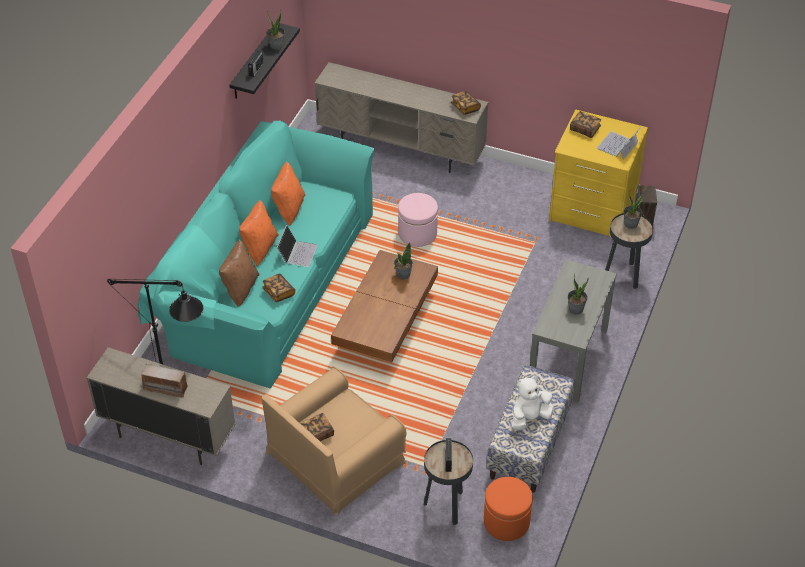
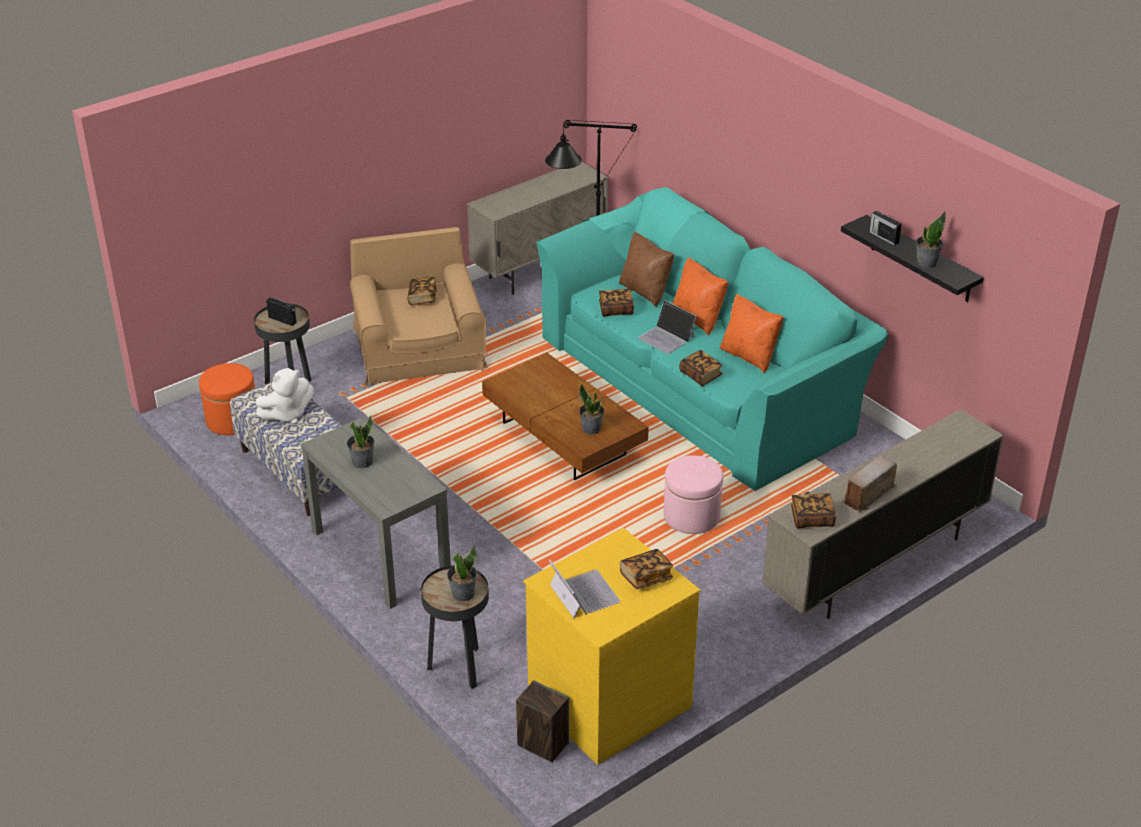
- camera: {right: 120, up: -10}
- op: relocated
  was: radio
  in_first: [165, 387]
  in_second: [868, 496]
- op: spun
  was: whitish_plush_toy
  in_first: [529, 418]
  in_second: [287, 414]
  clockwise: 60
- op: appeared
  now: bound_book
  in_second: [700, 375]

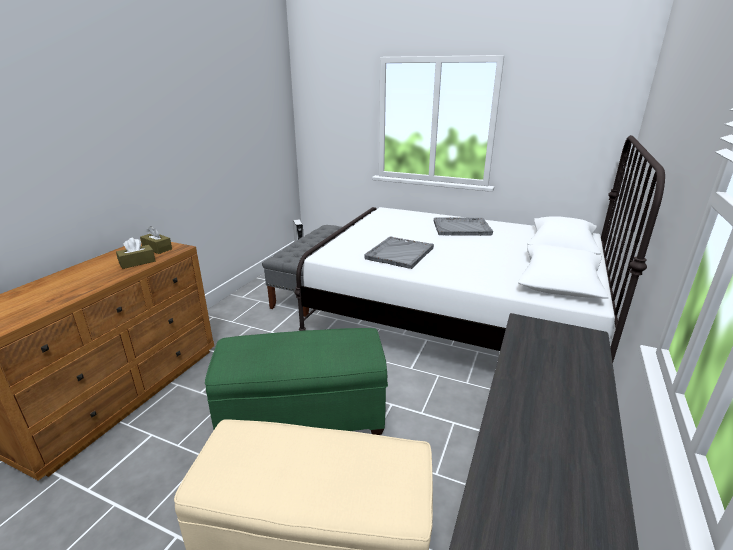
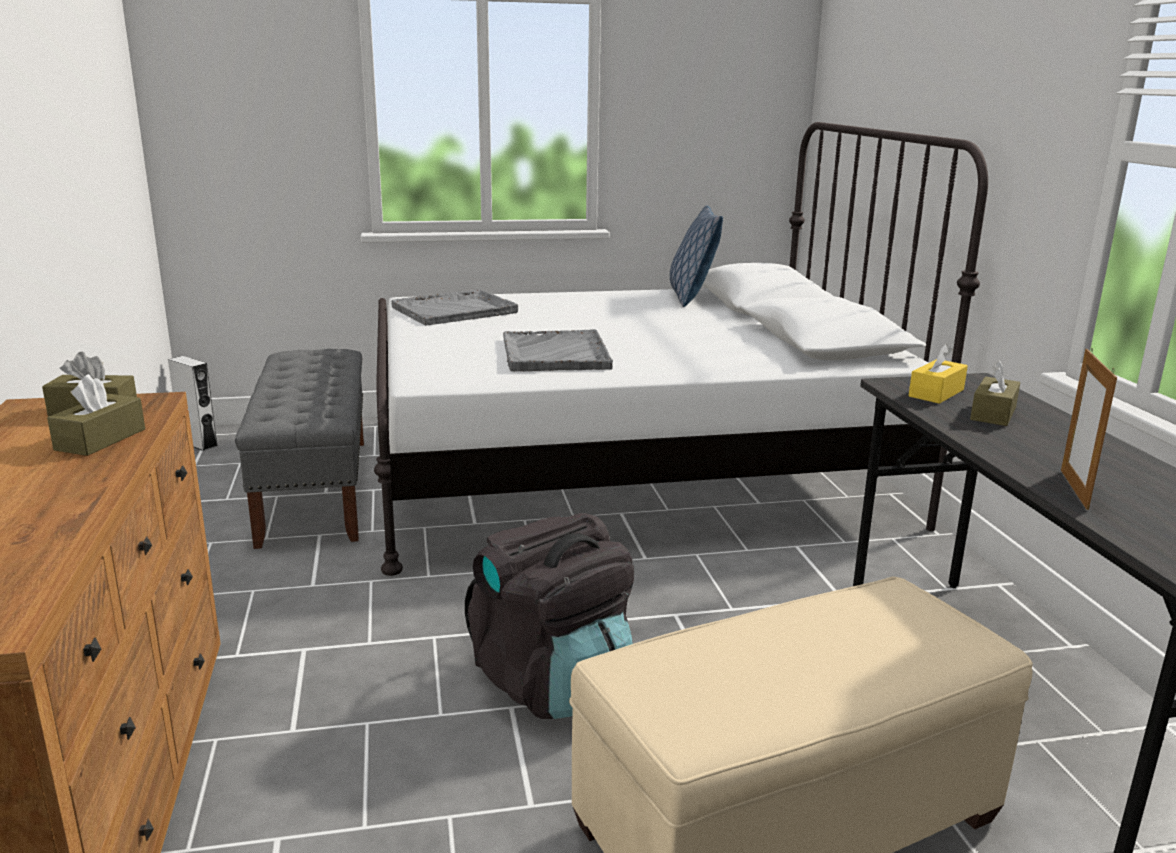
- camera: {right: -35, up: -5}
- op: relocated
  was: gray_tray
  in_first: [462, 228]
  in_second: [455, 310]
- op: exchanged
  was: green_pouffe
  now: black_backpack
  in_first: [304, 415]
  in_second: [553, 682]
- op: appeared
  now: throw_pillow
  in_second: [691, 297]
- op: appeared
  now: yellowish_box_of_tissues
  in_second: [936, 393]
- op: appeared
  now: standing_frame
  in_second: [1074, 489]
- op: appeared
  now: brown-coloured_box_of_tissues
  in_second: [993, 413]

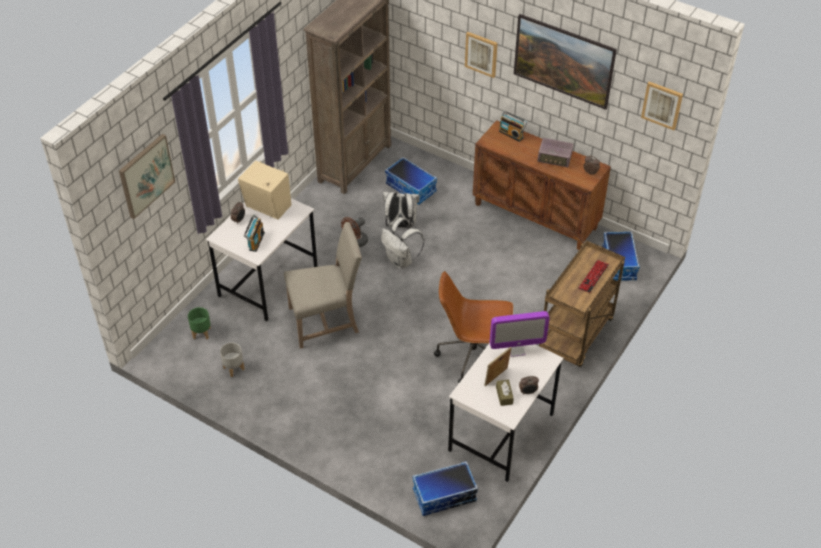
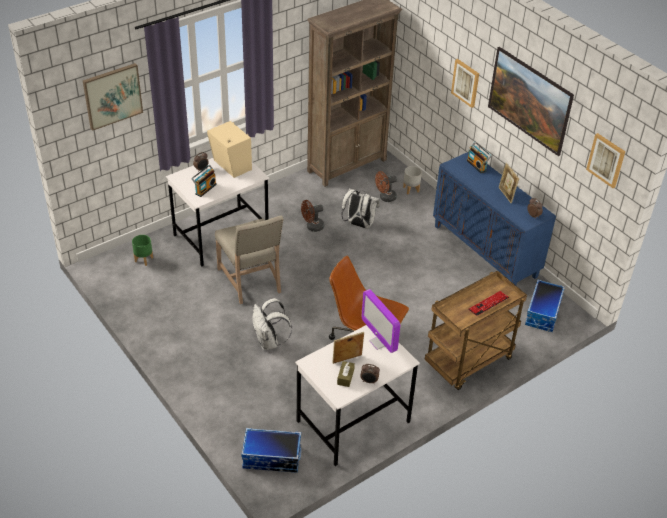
- camera: {right: 20, up: -5}
- op: colour
  was: brown-coloured_cabinet
  now: blue_cabinet
  in_first: [536, 216]
  in_second: [486, 251]
- op: exchanged
  was: radio
  now: standing_frame
  in_first: [554, 158]
  in_second: [506, 195]
- op: exchanged
  was: storage_bin
  now: brown-coloured_electric_fan
  in_first: [411, 188]
  in_second: [385, 198]
- op: relocated
  was: whitish_backpack
  in_first: [401, 261]
  in_second: [269, 342]
- op: spun
  was: sand-coloured_plain_chair
  in_first: [326, 321]
  in_second: [251, 281]
  clockwise: 60
- op: spun
  was: computer_screen
  in_first: [516, 349]
  in_second: [379, 342]
  clockwise: 45
- op: relocated
  was: gray_plant_pot
  in_first: [234, 368]
  in_second: [411, 189]

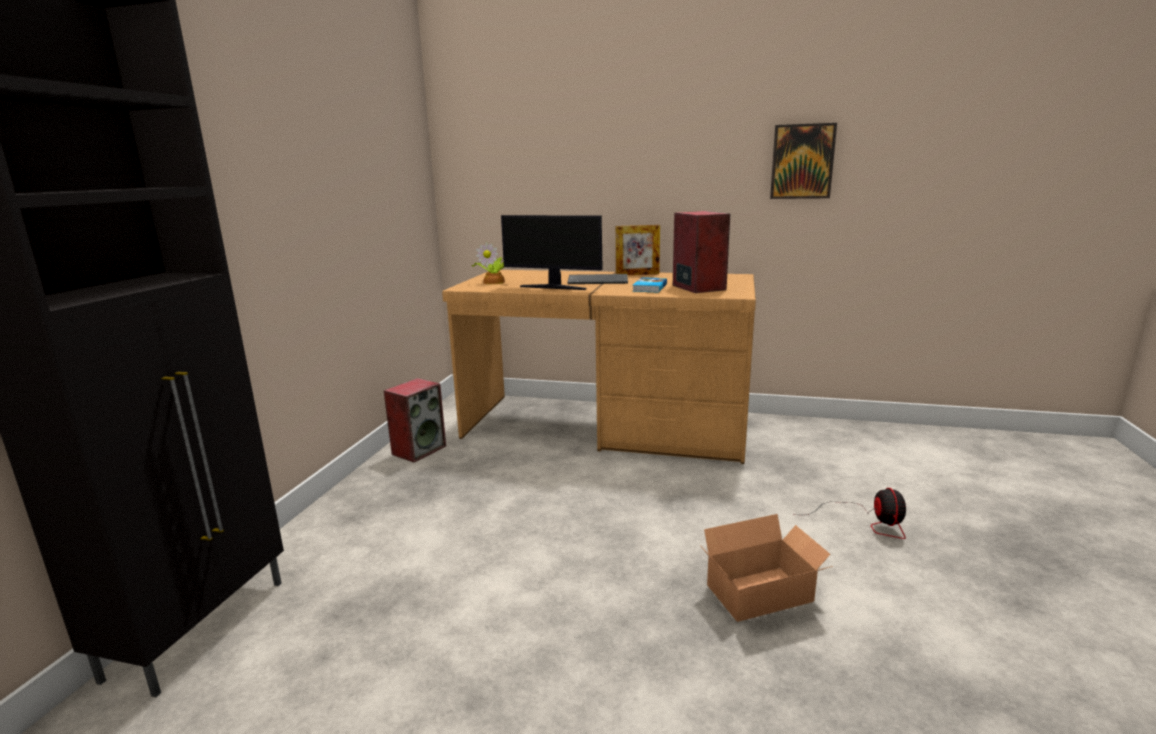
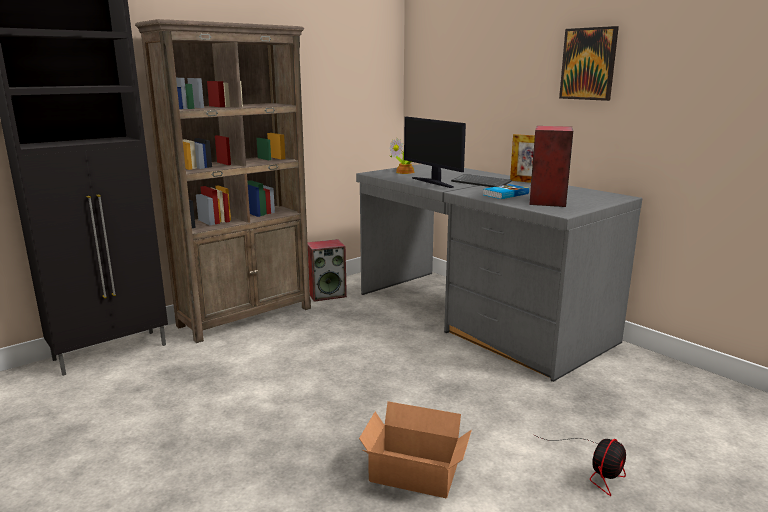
- camera: {right: 35, up: 0}
- op: relocated
  was: wall_art
  in_first: [802, 161]
  in_second: [588, 64]
- op: colour
  was: brown-coloured_desk
  now: gray_desk
  in_first: [605, 427]
  in_second: [477, 317]
- op: appeared
  now: brown-coloured_bookshelf
  in_second: [246, 316]

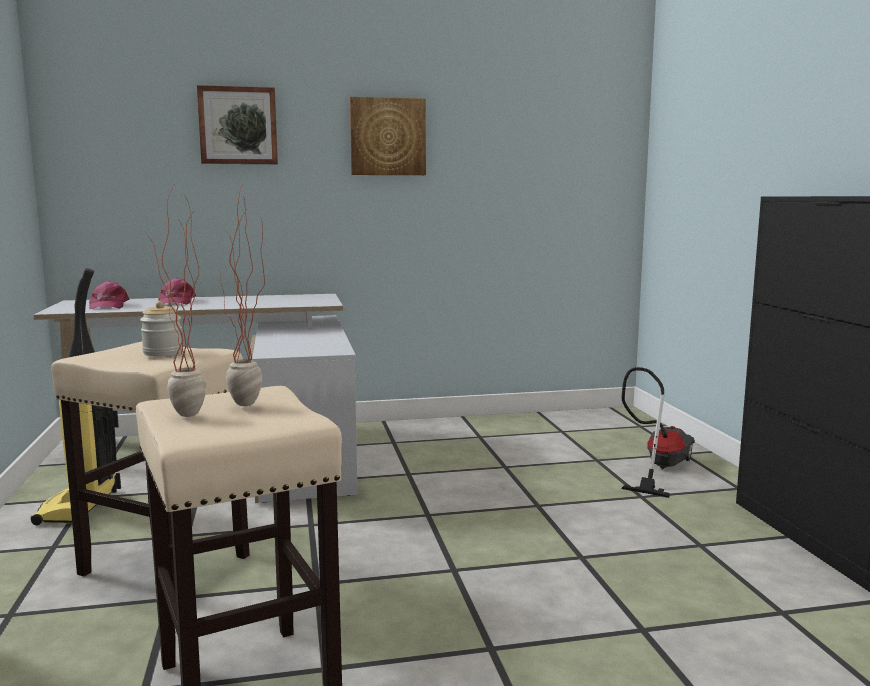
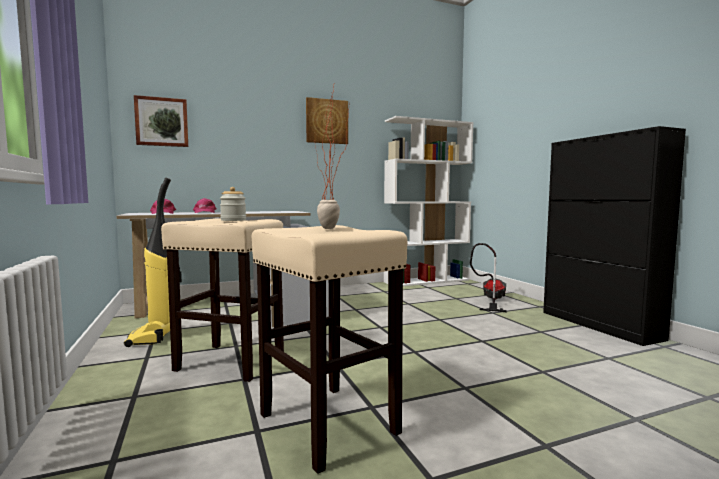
- camera: {right: -10, up: -5}
- op: relocated
  was: wall_art
  in_first: [238, 126]
  in_second: [162, 122]
- op: missing
  was: houseplant
  in_first: [184, 418]
- op: appeared
  now: whitish_bookshelf
  in_second: [426, 281]

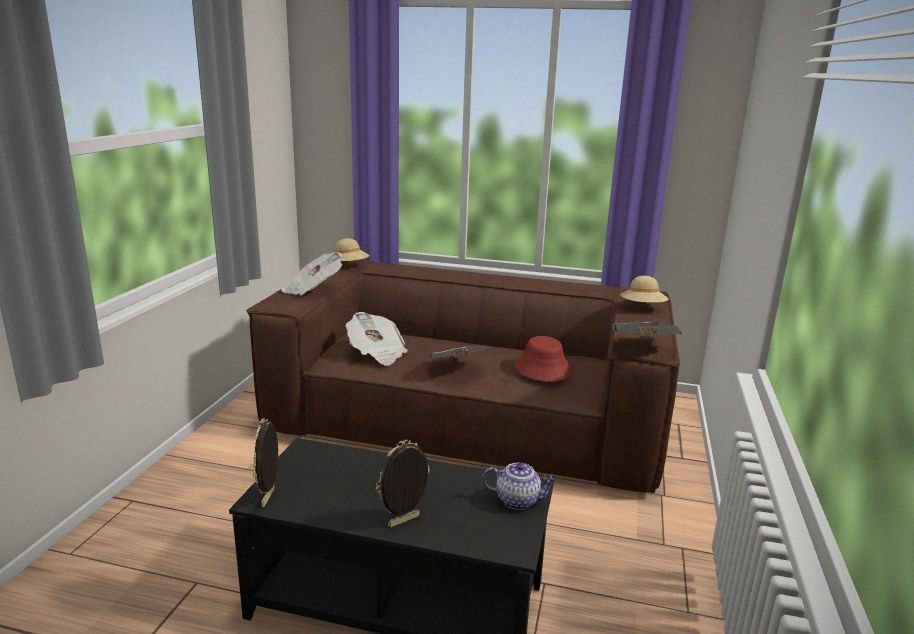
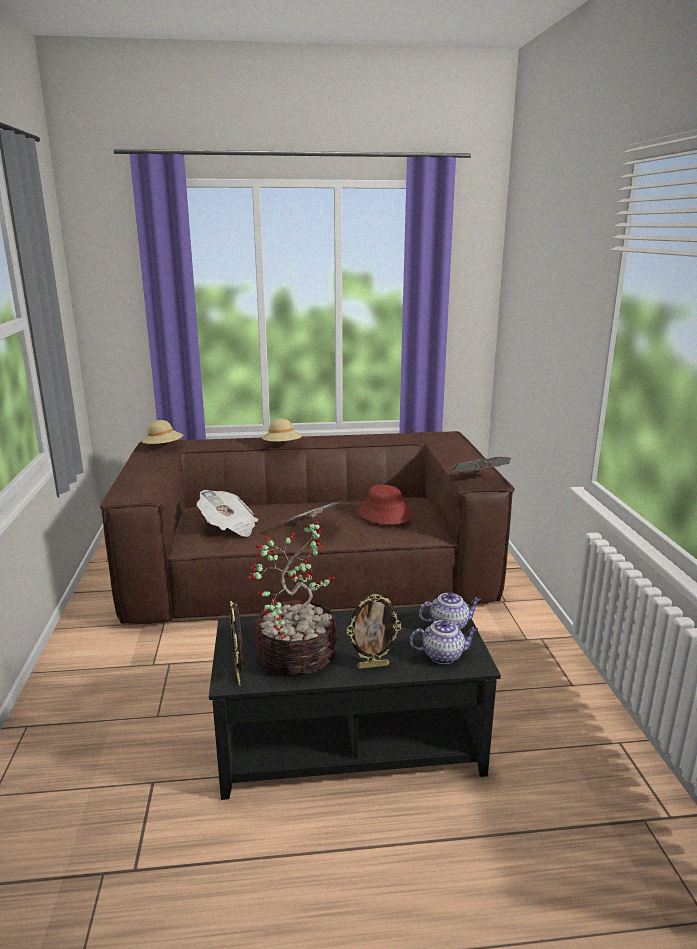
- camera: {right: -20, up: 0}
- op: missing
  was: printed_paper
  in_first: [312, 289]
- op: relocated
  was: sand-coloured_clothing_hat
  in_first: [642, 308]
  in_second: [282, 446]
- op: spun
  was: standing_frame
  in_first: [404, 522]
  in_second: [373, 665]
  clockwise: -135
- op: appeared
  now: houseplant
  in_second: [298, 654]
- op: appeared
  now: pot_for_tea
  in_second: [443, 655]

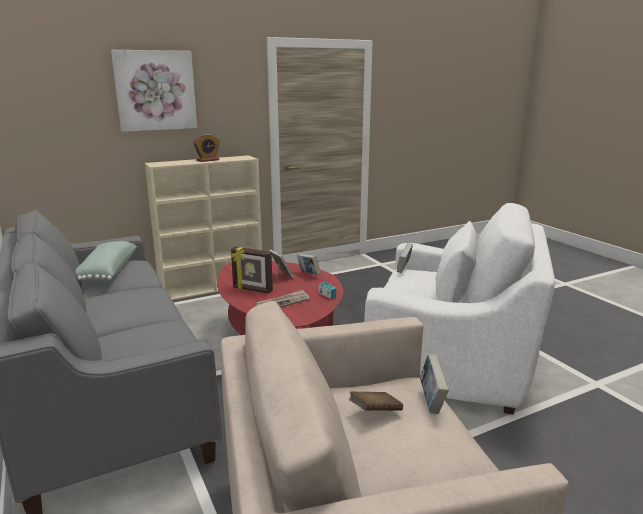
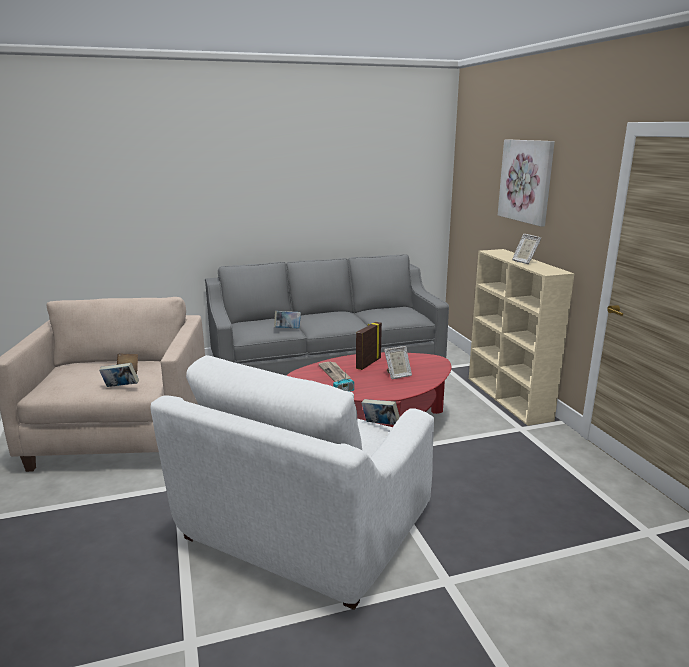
- camera: {right: 100, up: 0}
- op: exchanged
  was: alarm_clock
  now: standing_frame
  in_first: [208, 160]
  in_second: [524, 262]
- op: missing
  was: green_throw_pillow
  in_first: [106, 272]
- op: relocated
  was: bound_book
  in_first: [308, 274]
  in_second: [287, 329]

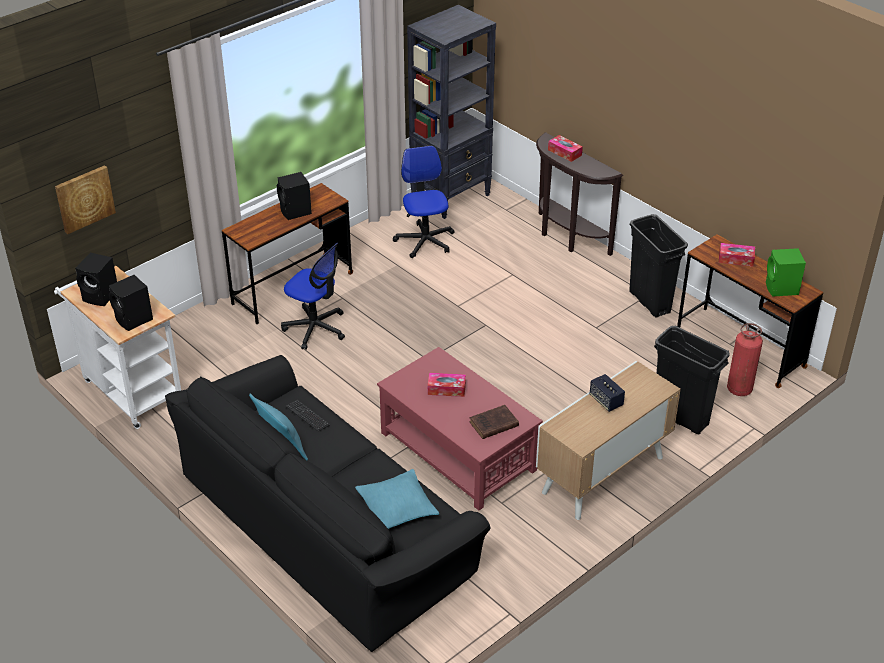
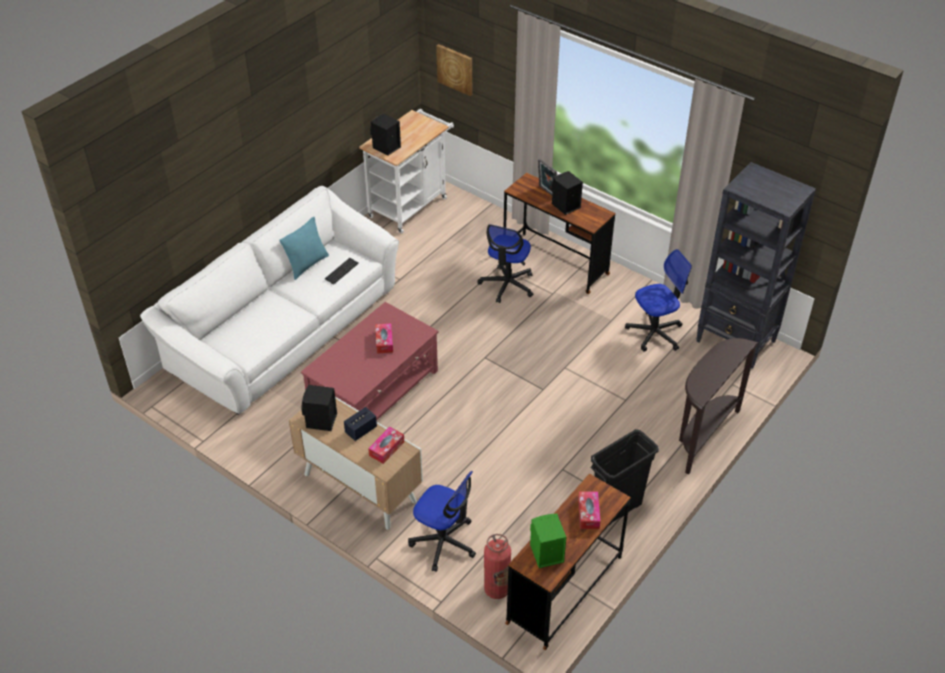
- camera: {right: 80, up: 5}
- op: relocated
  was: box_of_tissues
  in_first: [564, 152]
  in_second: [386, 448]
- op: relocated
  was: black_audio_speaker
  in_first: [101, 296]
  in_second: [321, 422]
- op: exchanged
  was: black_rubbish_bin
  now: desk_chair
  in_first: [681, 418]
  in_second: [444, 542]
- op: colour
  was: black_settee
  now: whitish_settee
  in_first: [327, 525]
  in_second: [284, 329]
- op: missing
  was: brown-coloured_bound_book
  in_first: [492, 424]
- op: missing
  was: turquoise-coloured_throw_pillow
  in_first: [397, 507]
- op: appeared
  now: standing_frame
  in_second: [546, 192]

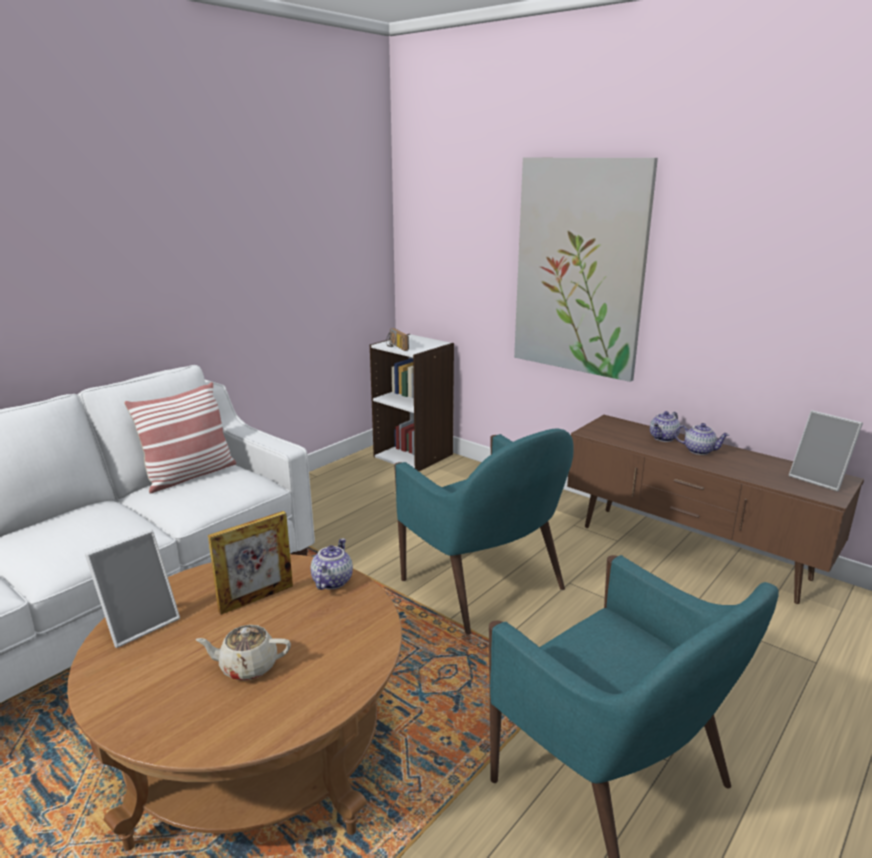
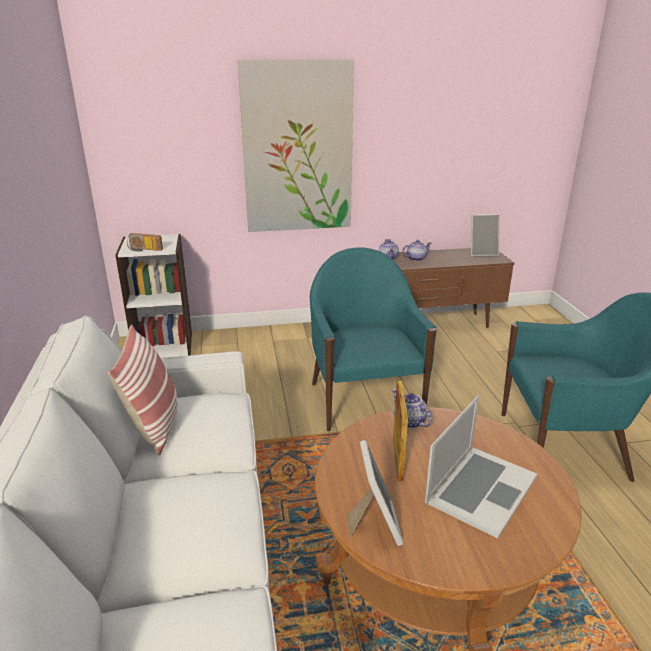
- camera: {right: -50, up: 5}
- op: spun
  was: turquoise-coloured_easy_chair
  in_first: [484, 586]
  in_second: [365, 399]
  clockwise: -105
- op: exchanged
  was: sand-coloured_pot_for_tea
  now: portable_computer
  in_first: [247, 666]
  in_second: [480, 489]

